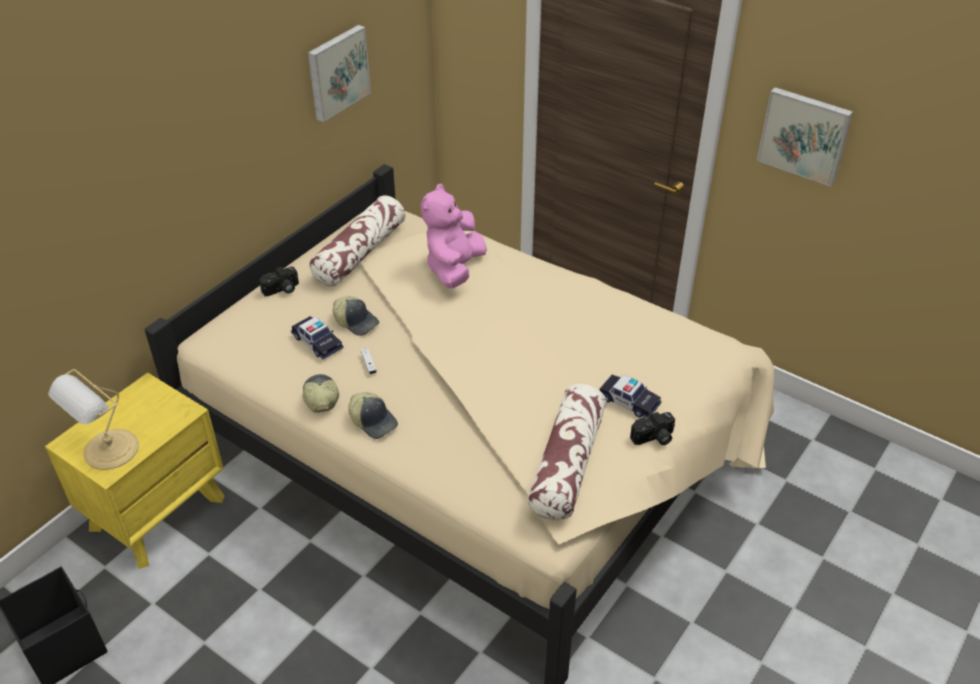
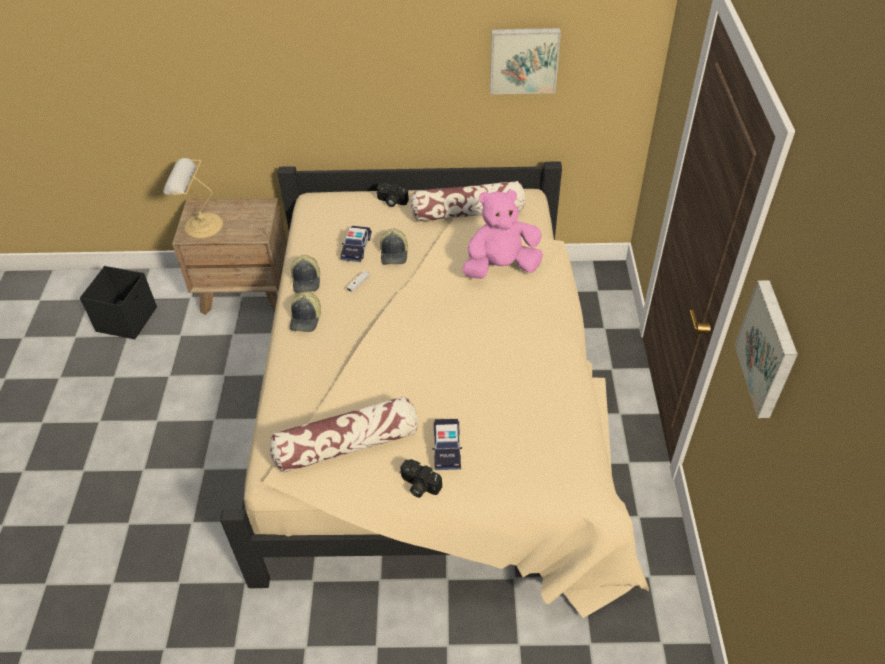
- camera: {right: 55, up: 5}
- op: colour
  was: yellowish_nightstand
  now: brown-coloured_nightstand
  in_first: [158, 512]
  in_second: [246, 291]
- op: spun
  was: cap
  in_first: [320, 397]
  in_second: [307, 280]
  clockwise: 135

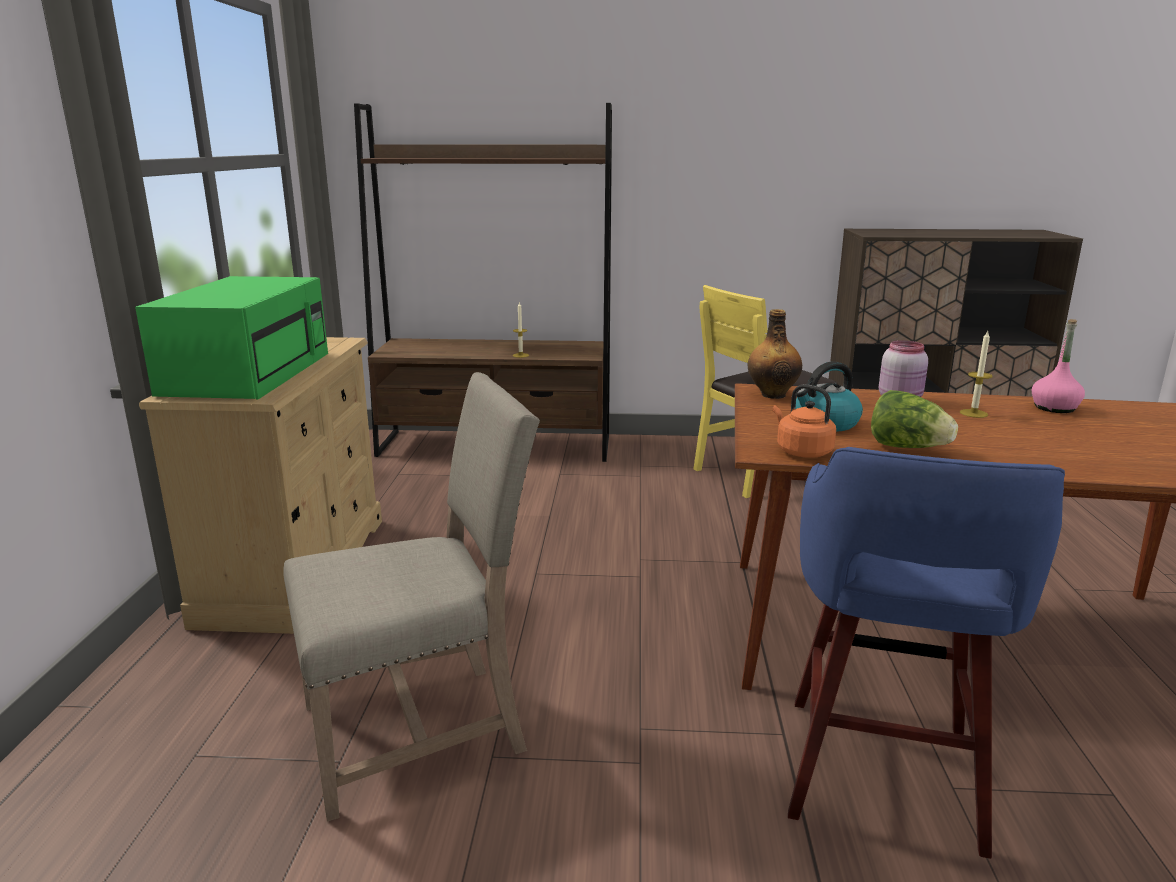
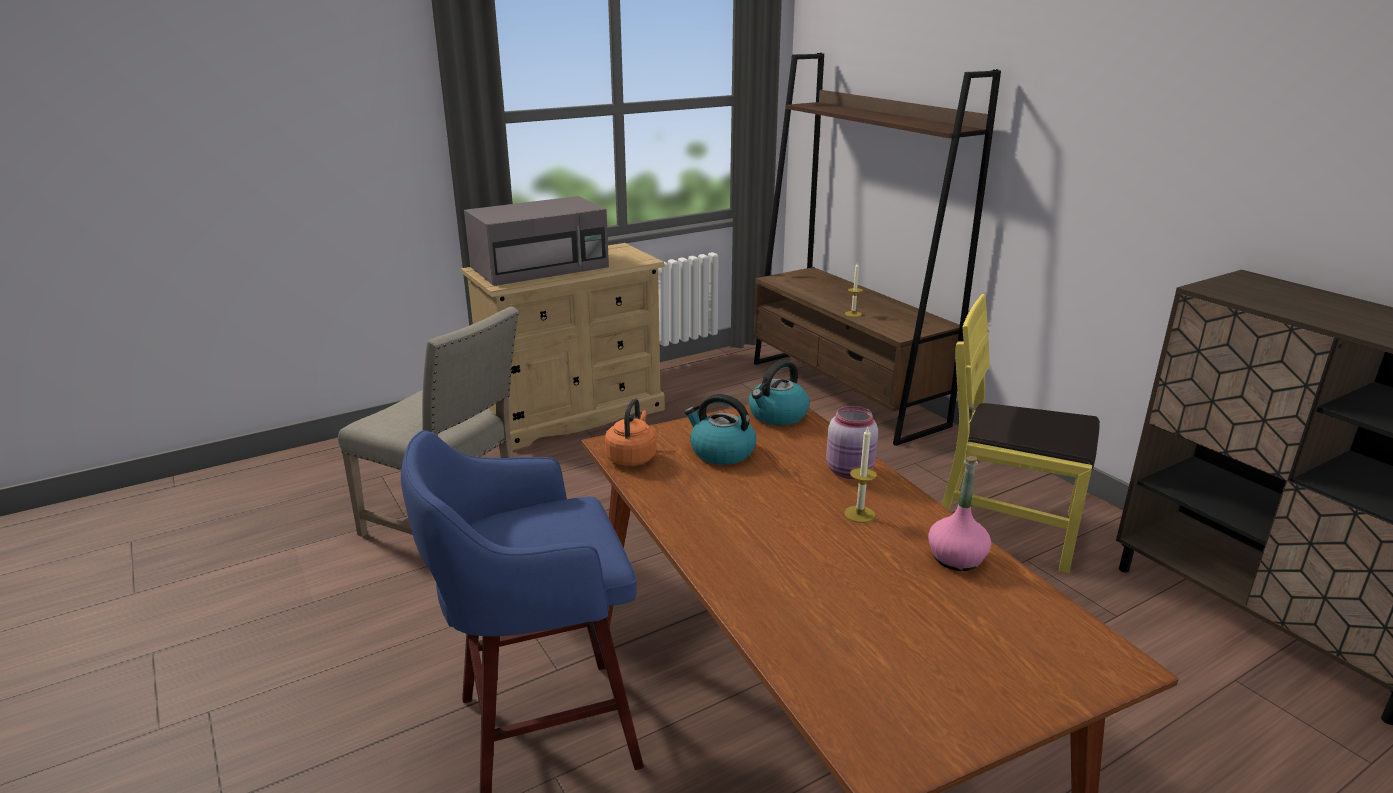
- camera: {right: 55, up: 5}
- op: colour
  was: green_microwave_oven
  now: gray_microwave_oven
  in_first: [249, 372]
  in_second: [541, 267]
- op: exchanged
  was: bottle
  now: water_kettle
  in_first: [772, 394]
  in_second: [777, 415]
- op: missing
  was: lettuce
  in_first: [907, 448]

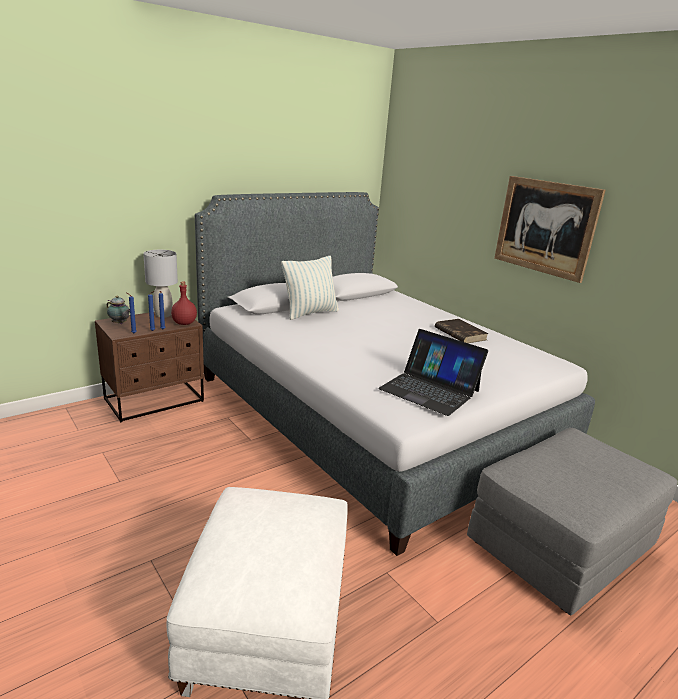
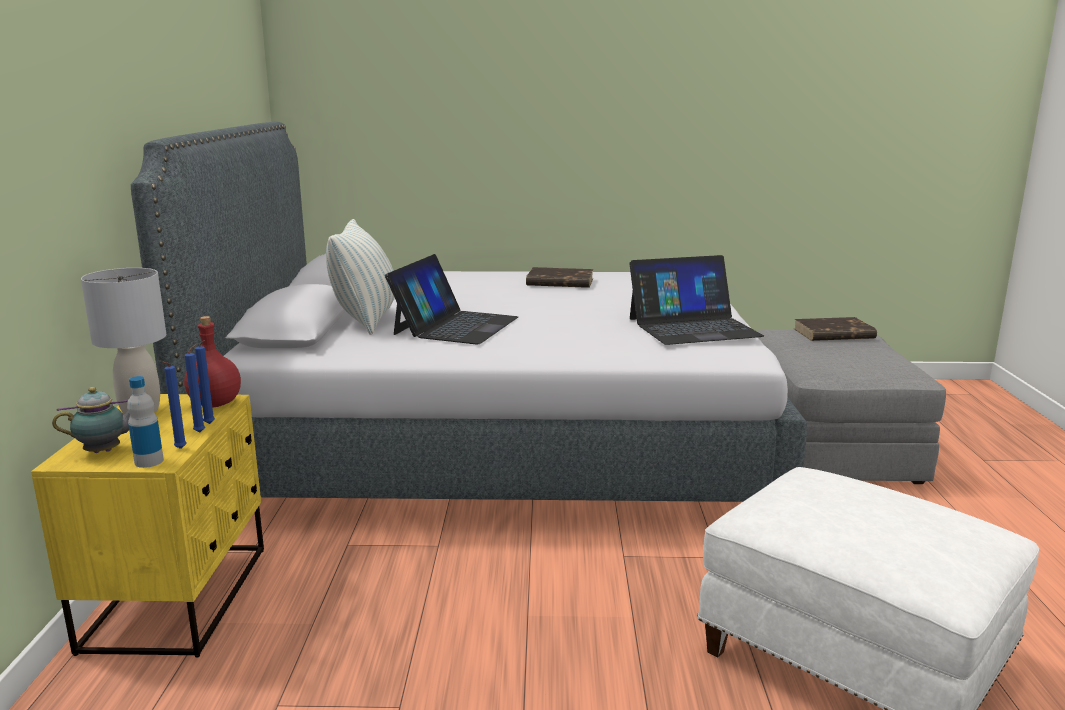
- camera: {right: -50, up: -5}
- op: missing
  was: wall_art
  in_first: [545, 227]
- op: colour
  was: brown-coloured_nightstand
  now: yellowish_nightstand
  in_first: [155, 400]
  in_second: [180, 597]
- op: appeared
  now: portable_computer
  in_second: [455, 326]
- op: appeared
  now: brown-coloured_bound_book
  in_second: [833, 334]
- op: appeared
  now: bottle
  in_second: [149, 461]

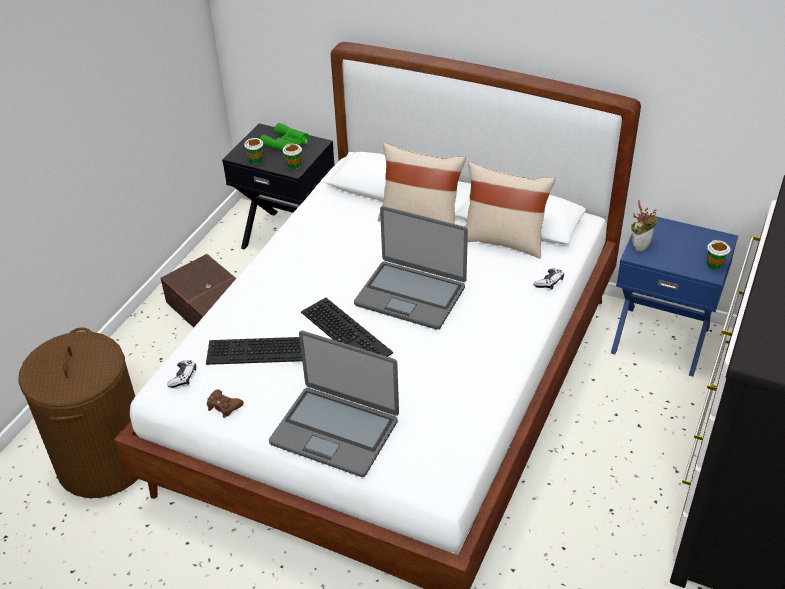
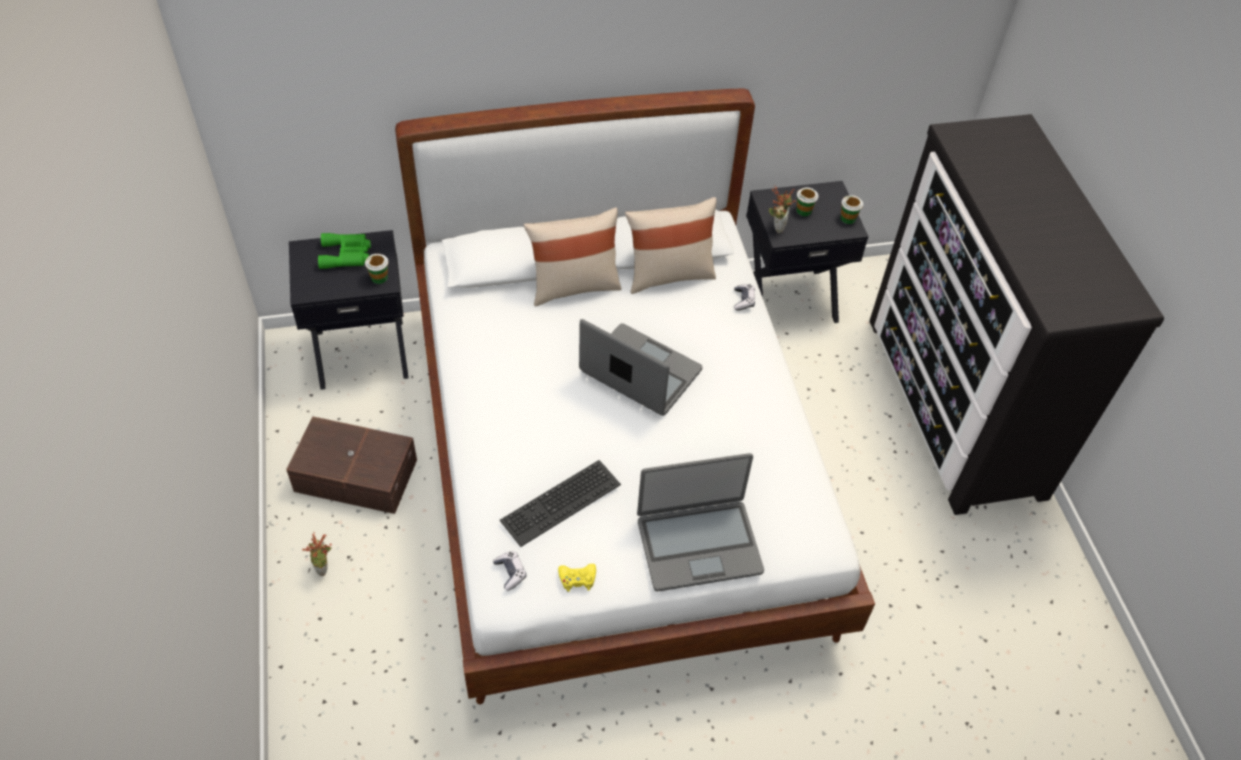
- camera: {right: -40, up: 10}
- op: relocated
  was: cup
  in_first: [256, 159]
  in_second: [804, 210]
- op: spun
  was: portable_computer
  in_first: [411, 295]
  in_second: [640, 372]
  clockwise: -135
- op: colour
  was: blue_nightstand
  now: black_nightstand
  in_first: [661, 338]
  in_second: [788, 298]
- op: missing
  was: computer_keyboard
  in_first: [348, 332]
- op: missing
  was: brown-coloured_washing_basket
  in_first: [103, 461]
- op: colour
  was: brown-coloured_game_controller
  now: yellowish_game_controller
  in_first: [224, 406]
  in_second: [577, 579]
- op: appeared
  now: houseplant
  in_second: [324, 569]

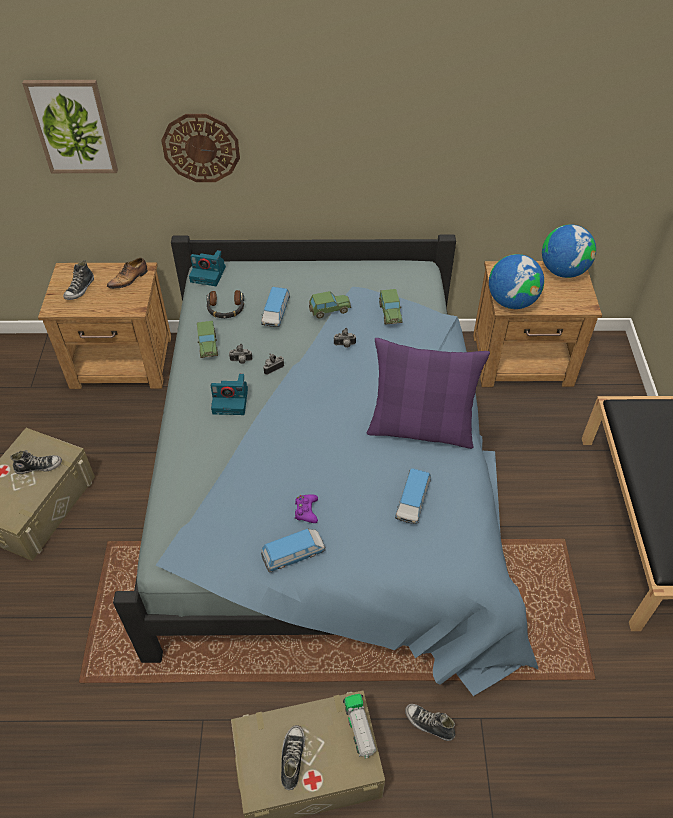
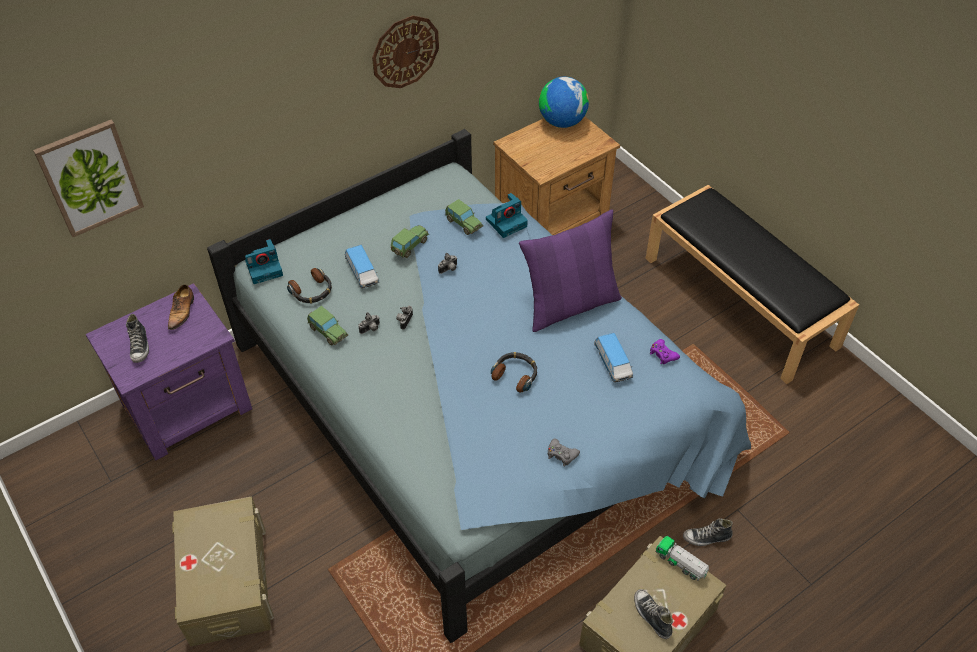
- camera: {right: -35, up: 0}
- op: relocated
  was: clock_on_the_wall
  in_first: [201, 148]
  in_second: [405, 51]
- op: missing
  was: world_globe
  in_first: [511, 302]
- op: colour
  was: brown-coloured_nightstand
  now: purple_nightstand
  in_first: [123, 363]
  in_second: [189, 406]
- op: relocated
  was: still_camera
  in_first: [231, 401]
  in_second: [507, 222]
- op: missing
  was: item_of_footwear
  in_first: [39, 467]
- op: relocated
  was: purple_game_controller
  in_first: [306, 511]
  in_second: [663, 354]
- op: exchanged
  was: model_car
  now: gray_game_controller
  in_first: [293, 554]
  in_second: [561, 454]
- op: appeared
  now: headphones
  in_second: [515, 374]

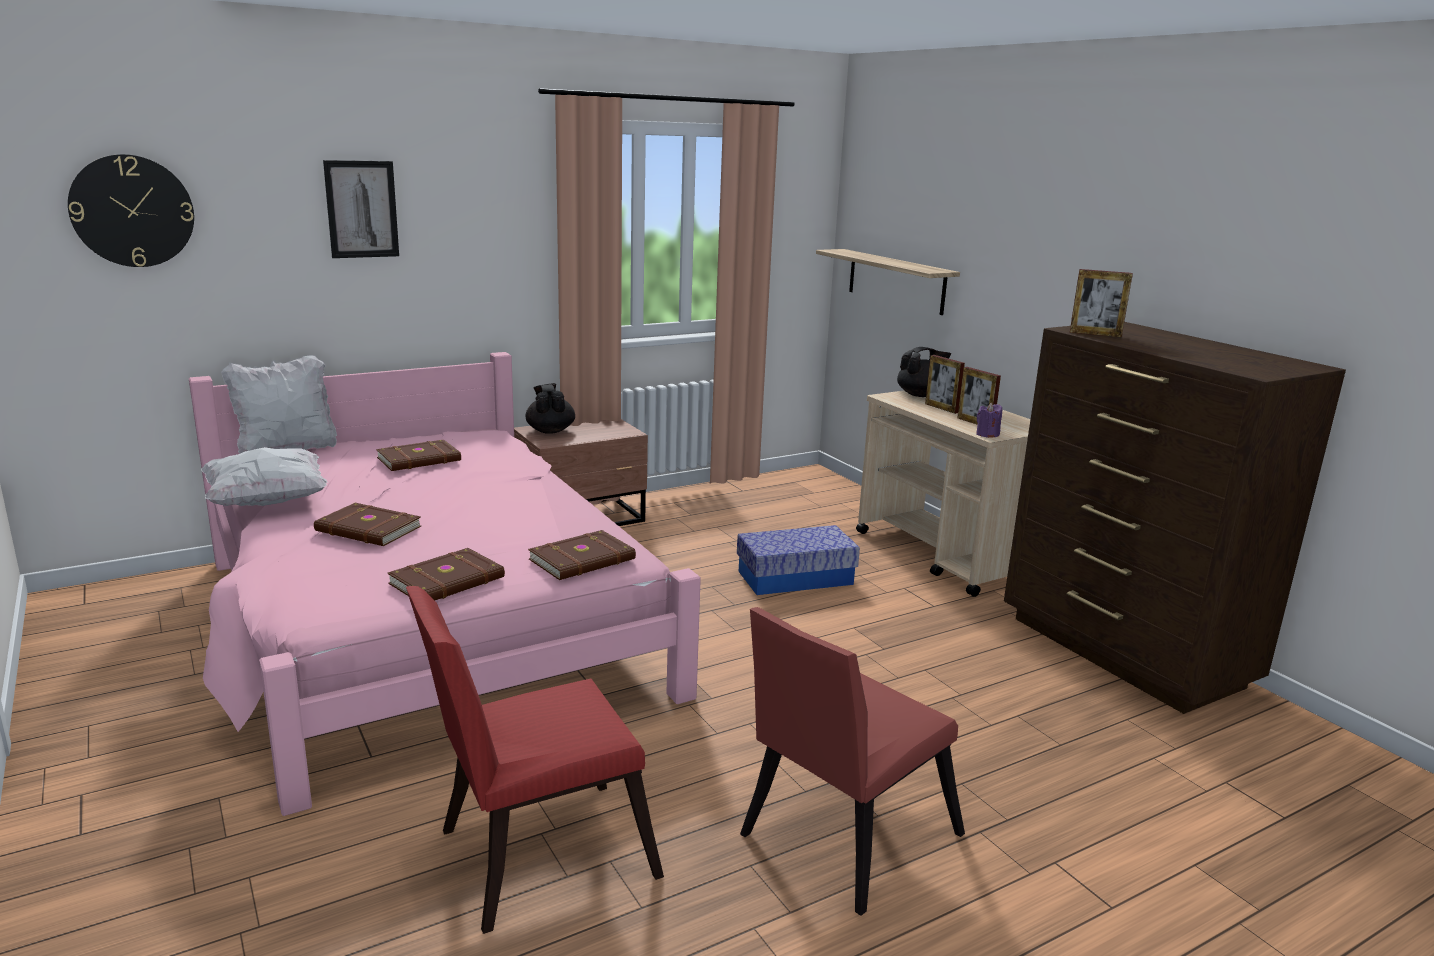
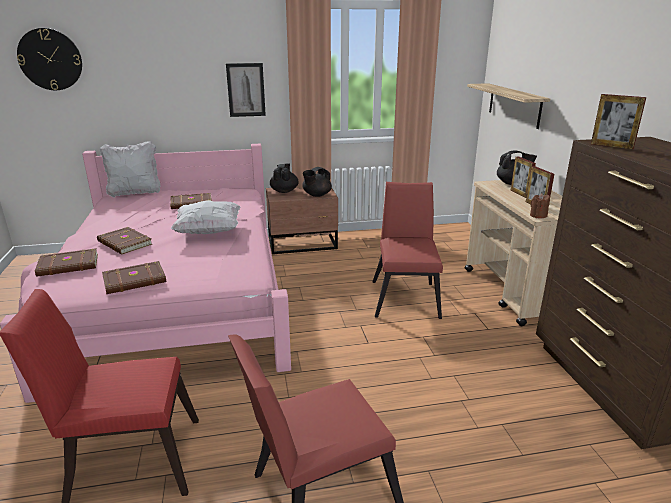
- camera: {right: 20, up: 5}
- op: relocated
  was: wall_art
  in_first: [362, 209]
  in_second: [246, 90]
- op: colour
  was: purple_candle
  now: brown-coloured_candle
  in_first: [987, 434]
  in_second: [538, 215]
- op: relocated
  was: whitish_throw_pillow
  in_first: [268, 502]
  in_second: [209, 232]
- op: exchanged
  was: storage_bin
  now: red_plain_chair
  in_first: [795, 578]
  in_second: [405, 296]
- op: relocated
  was: brown-coloured_bound_book
  in_first: [583, 560]
  in_second: [68, 265]
- op: appeared
  now: black_pot_for_tea
  in_second: [316, 195]

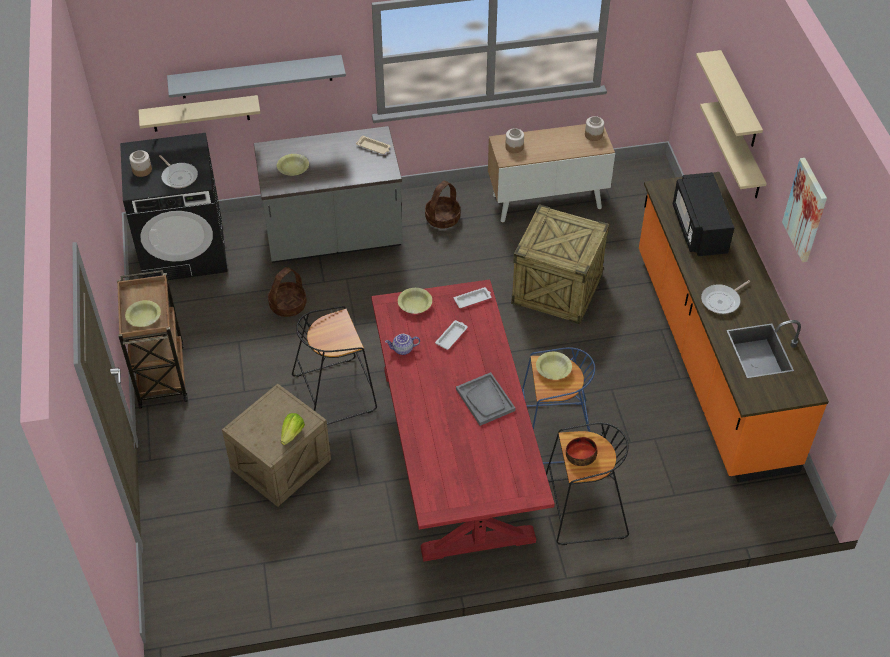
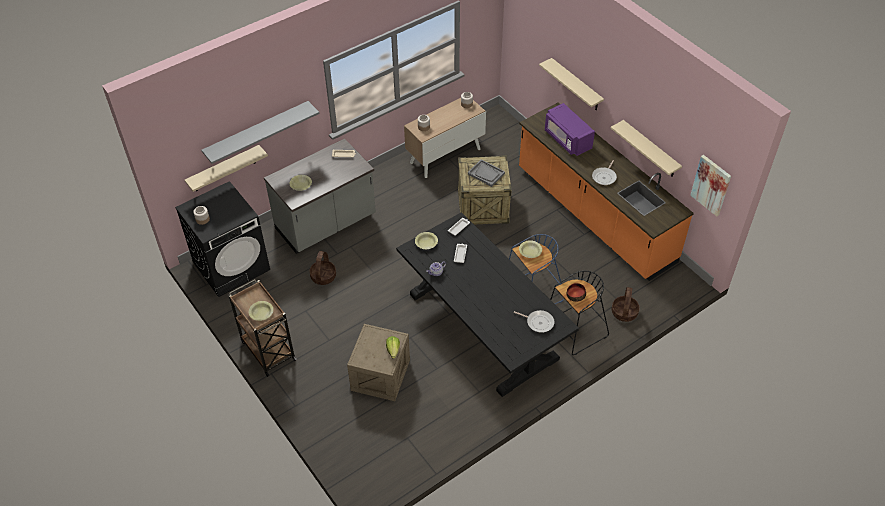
- camera: {right: -25, up: 0}
- op: relocated
  was: sand-coloured_bracket_shelf
  in_first: [738, 101]
  in_second: [650, 150]
- op: relocated
  was: frying_pan
  in_first: [179, 177]
  in_second: [538, 322]
- op: relocated
  was: wall_art
  in_first: [806, 210]
  in_second: [711, 185]
- op: colour
  was: black_microwave_oven
  now: purple_microwave_oven
  in_first: [699, 229]
  in_second: [567, 140]
- op: relocated
  was: household_basket
  in_first: [442, 218]
  in_second: [624, 312]
- op: colour
  was: red_dining_table
  now: black_dining_table
  in_first: [457, 453]
  in_second: [483, 326]
- op: missing
  was: black_stool
  in_first: [335, 392]
- op: relocated
  was: gray_tray
  in_first: [485, 400]
  in_second: [486, 174]

